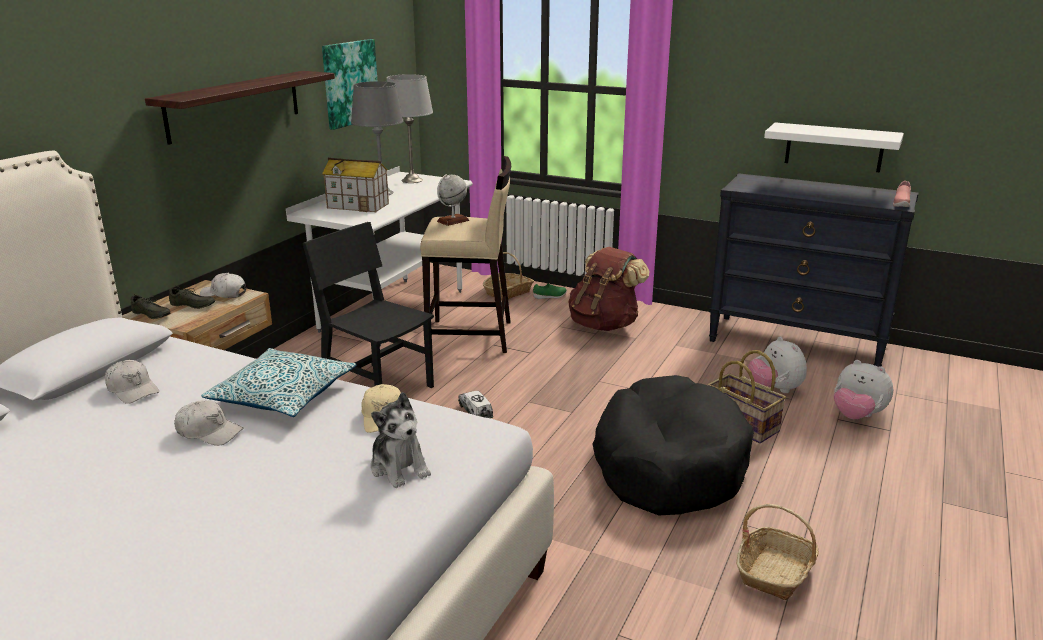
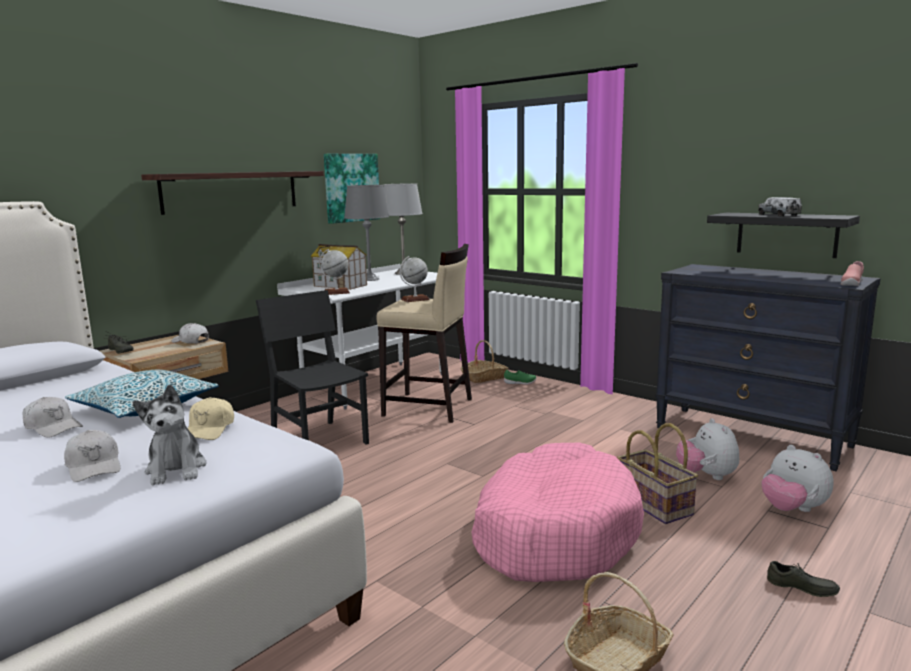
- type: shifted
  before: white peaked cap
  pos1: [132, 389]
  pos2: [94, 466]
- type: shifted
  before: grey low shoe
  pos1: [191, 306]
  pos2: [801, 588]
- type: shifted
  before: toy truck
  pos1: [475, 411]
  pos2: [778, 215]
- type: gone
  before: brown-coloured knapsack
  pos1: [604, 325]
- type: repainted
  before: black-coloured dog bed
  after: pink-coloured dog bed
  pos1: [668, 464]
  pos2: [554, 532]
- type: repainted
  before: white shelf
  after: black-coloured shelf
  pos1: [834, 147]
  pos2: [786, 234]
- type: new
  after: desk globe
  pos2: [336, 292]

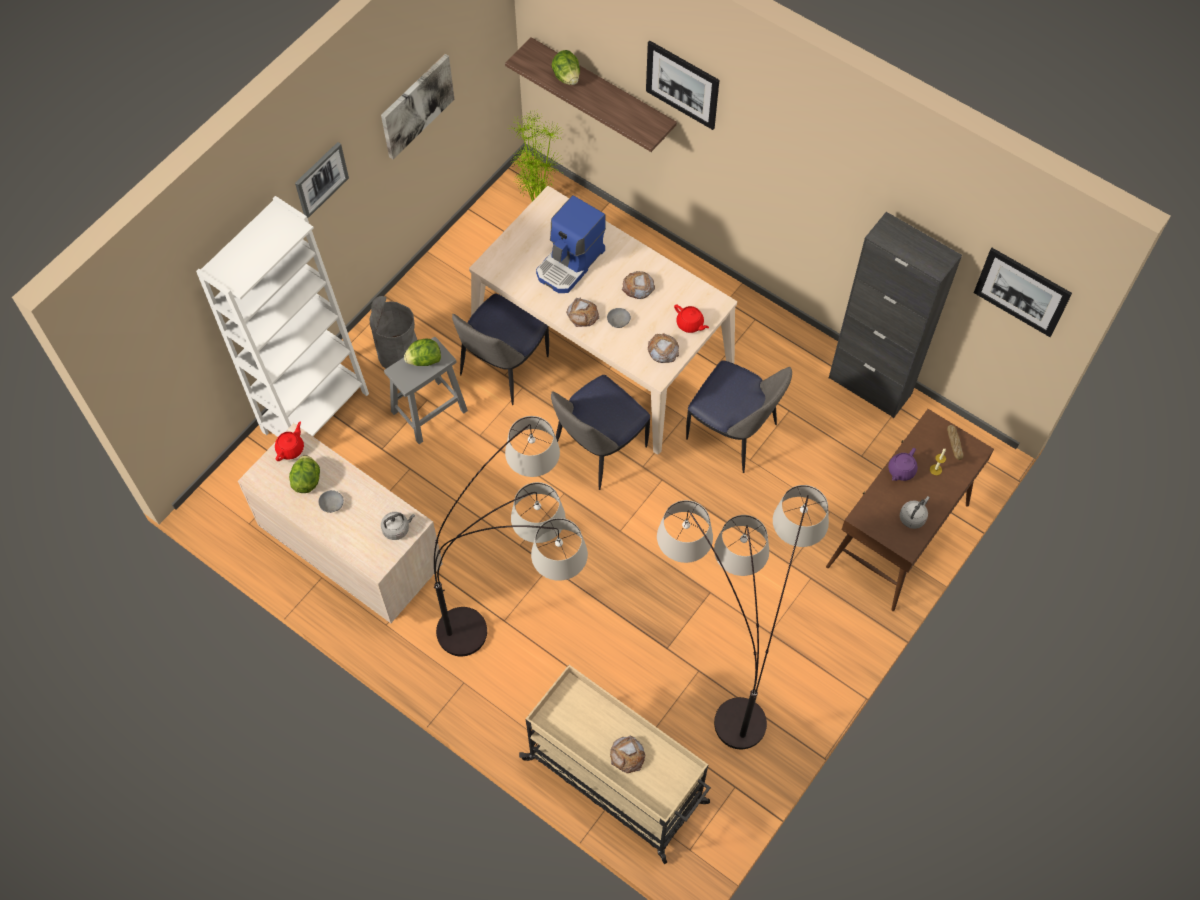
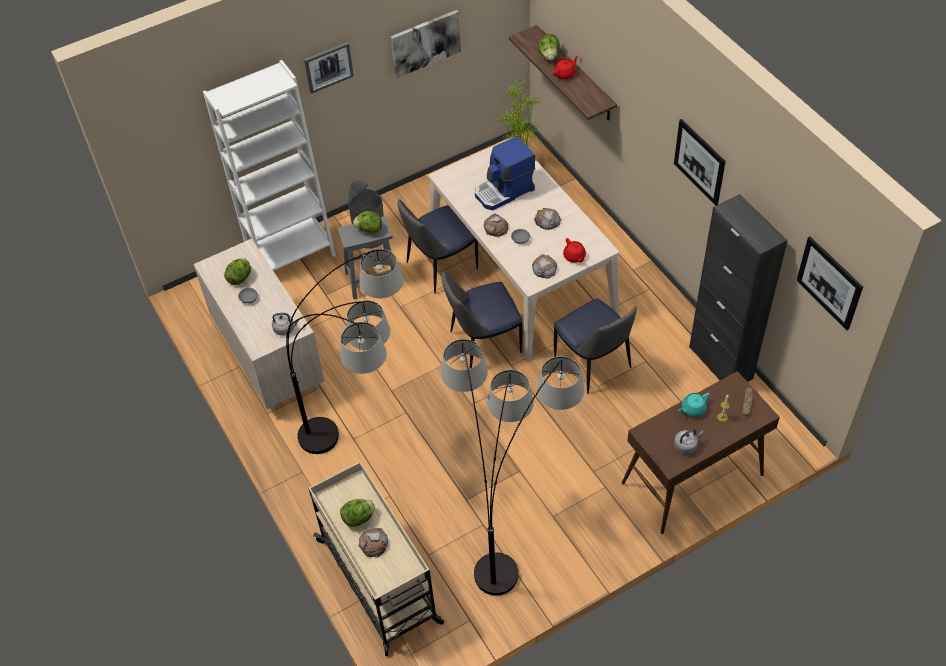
- type: shifted
  before: reddish pot for tea
  pos1: [291, 448]
  pos2: [565, 74]
- type: shifted
  before: wall art
  pos1: [682, 84]
  pos2: [699, 162]
- type: repainted
  before: purplish pot for tea
  after: turquoise pot for tea
  pos1: [901, 470]
  pos2: [692, 409]
- type: new
  after: lettuce
  pos2: [359, 518]

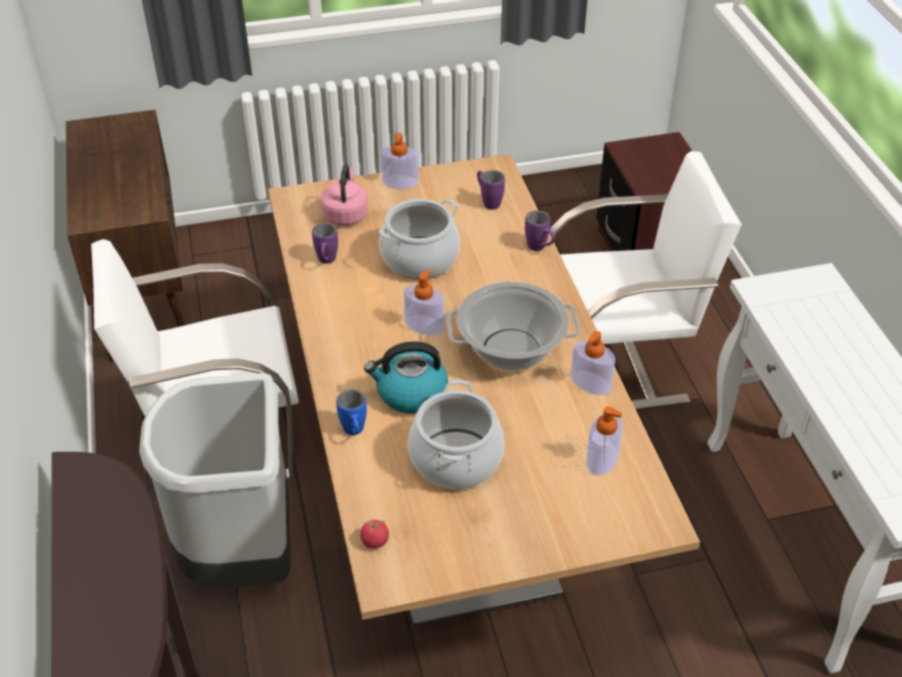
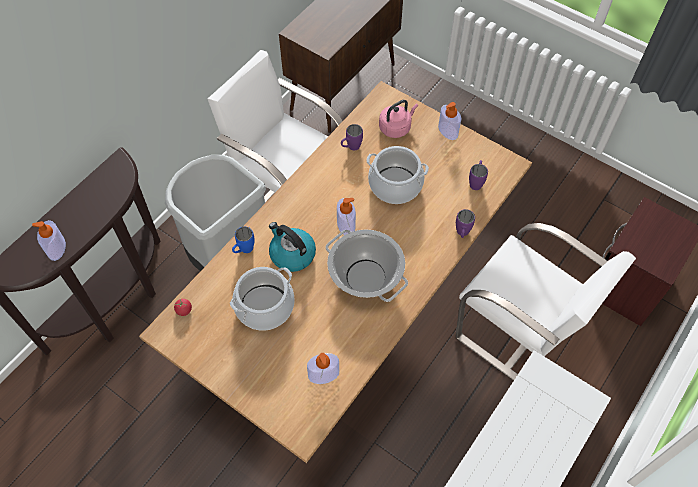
- type: shifted
  before: soap bottle
  pos1: [590, 383]
  pos2: [56, 248]

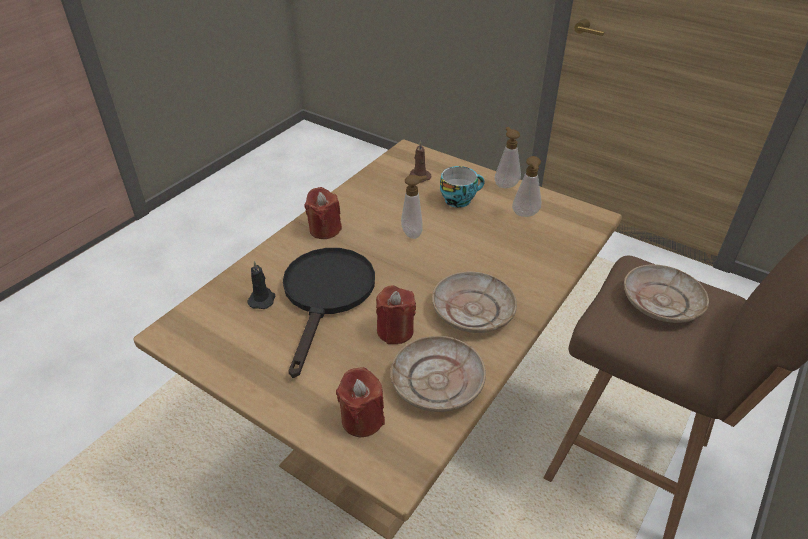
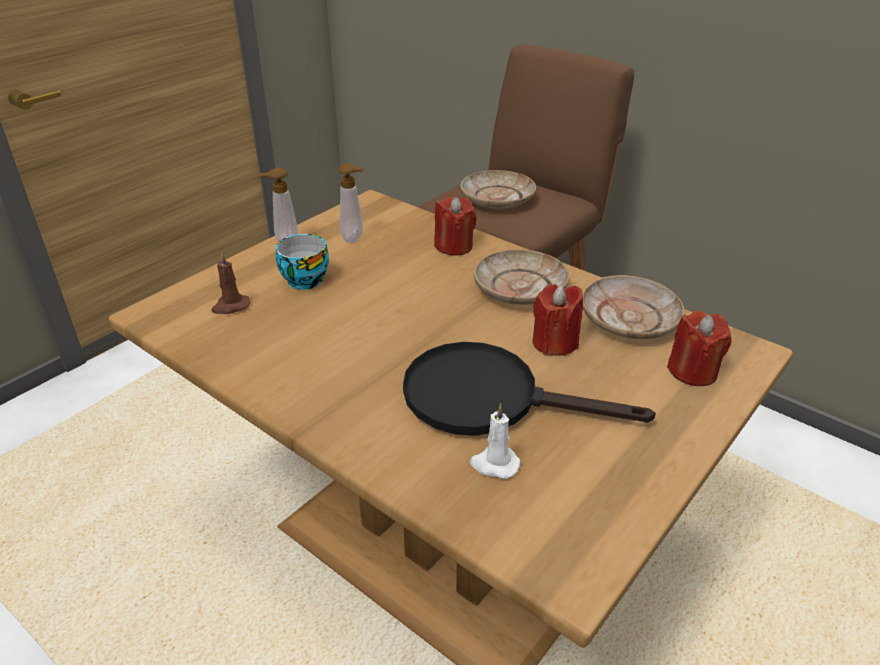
- type: repainted
  before: black-coloured wax light
  after: white wax light
  pos1: [262, 299]
  pos2: [494, 464]
- type: shifted
  before: reddish wax light
  pos1: [324, 229]
  pos2: [454, 246]
- type: gone
  before: soap bottle
  pos1: [413, 233]

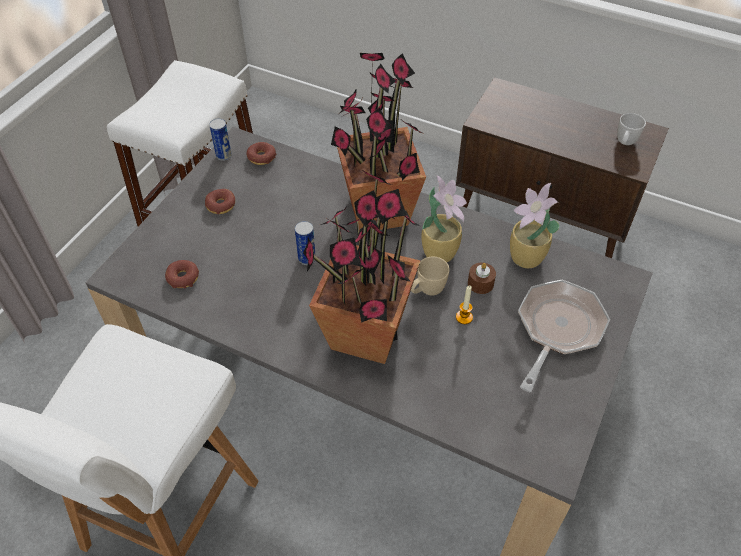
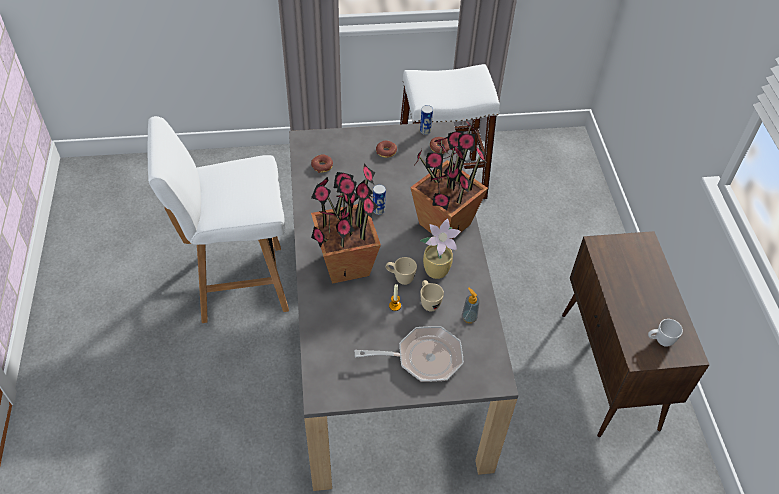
- type: swapped
  before: brown-coloured wax light
  after: beige tea mug
  pos1: [480, 283]
  pos2: [428, 302]
- type: swapped
  before: houseplant
  after: soap bottle
  pos1: [525, 259]
  pos2: [469, 317]

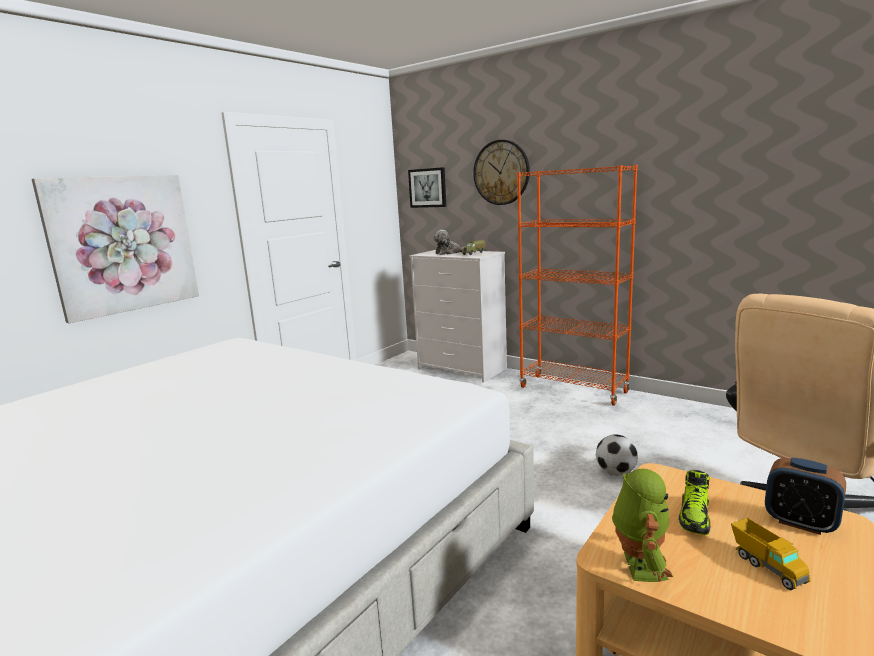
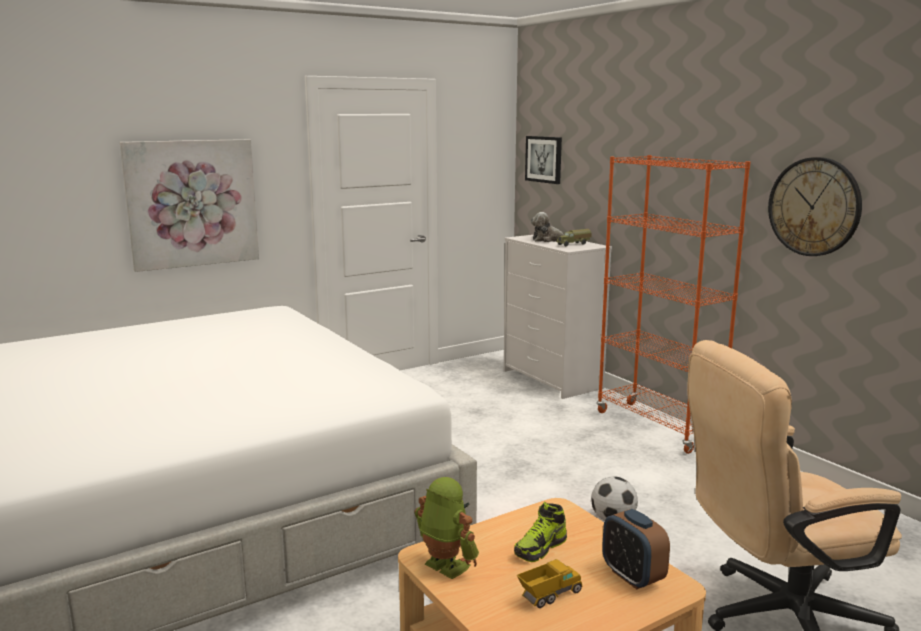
- type: shifted
  before: clock on the wall
  pos1: [501, 172]
  pos2: [814, 207]
- type: rotated
  before: model robot
  pos1: [639, 565]
  pos2: [444, 567]
  turn: -75
- type: rotated
  before: toy truck
  pos1: [767, 567]
  pos2: [549, 596]
  turn: -120

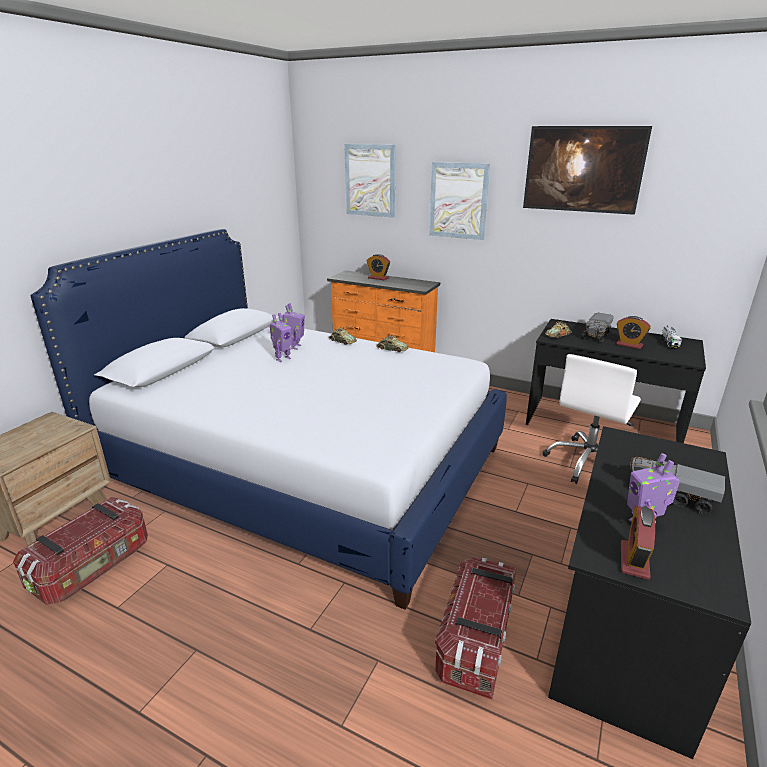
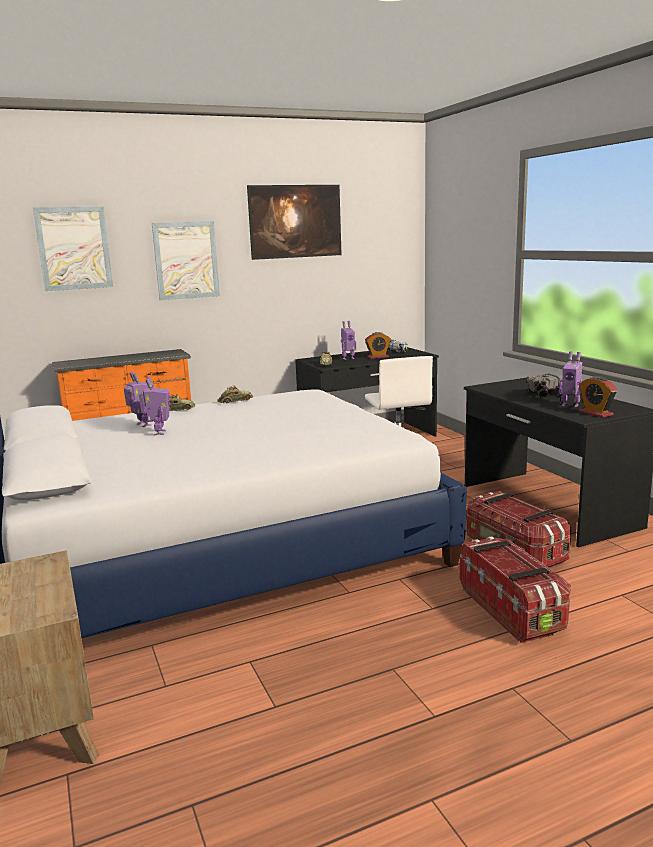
- type: shifted
  before: storage box
  pos1: [93, 567]
  pos2: [511, 609]
- type: gone
  before: alarm clock
  pos1: [378, 278]
- type: swapped
  before: toy truck
  after: model robot
  pos1: [596, 335]
  pos2: [348, 358]

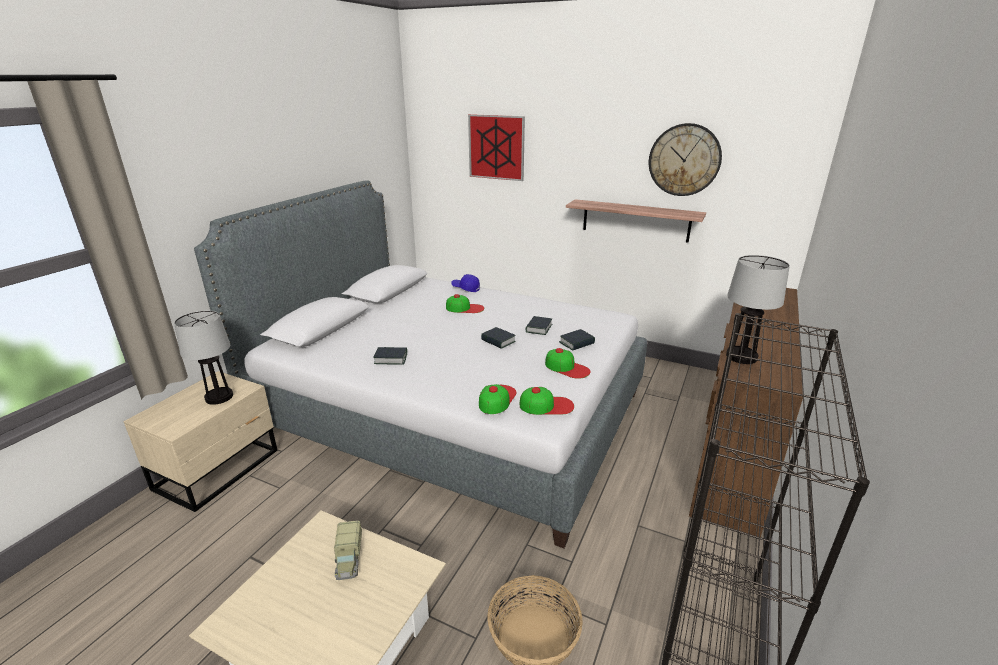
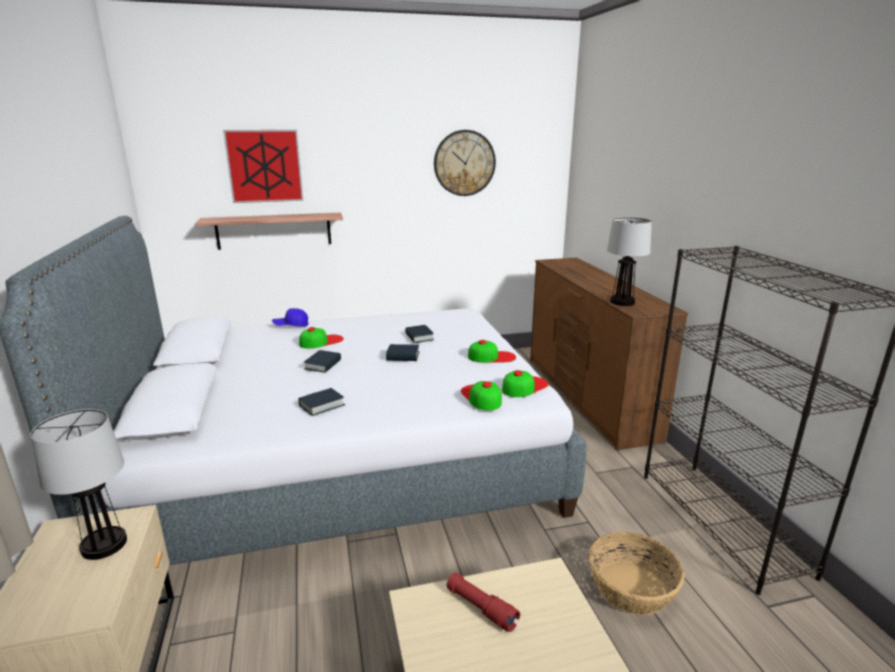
- type: swapped
  before: toy truck
  after: reddish hand torch
  pos1: [349, 558]
  pos2: [481, 608]
- type: shifted
  before: bound book
  pos1: [576, 343]
  pos2: [323, 365]
- type: shifted
  before: shelf
  pos1: [635, 220]
  pos2: [274, 230]

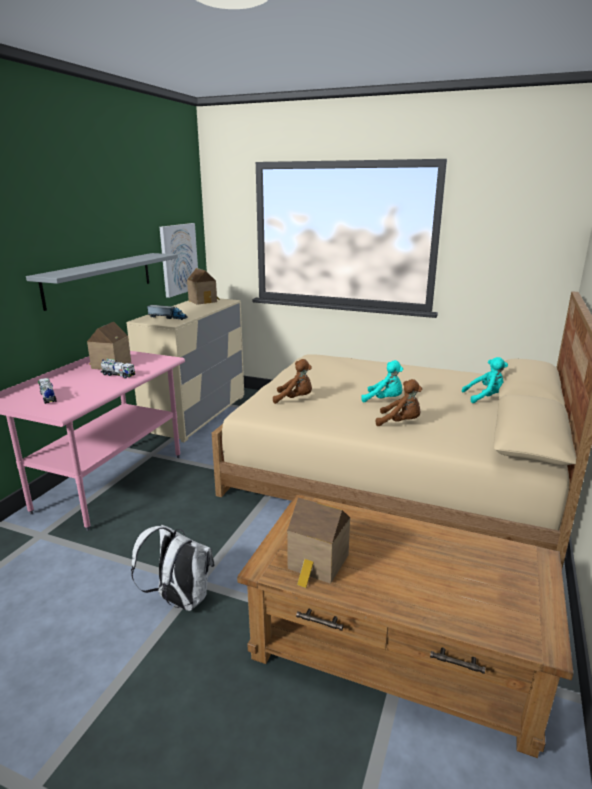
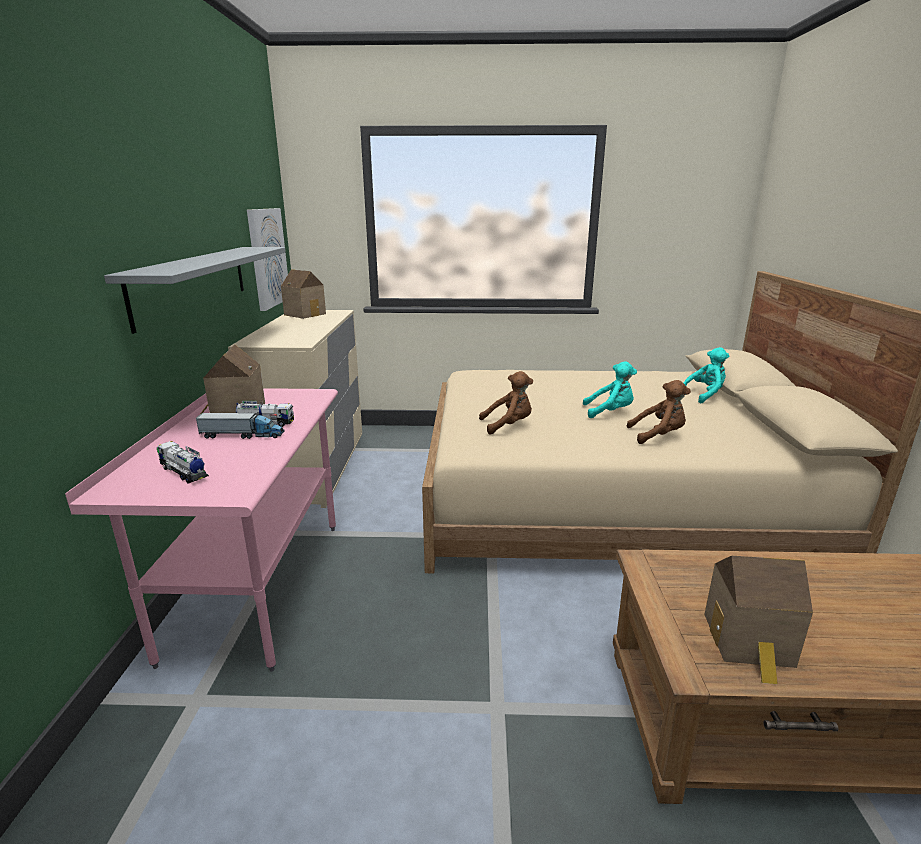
- type: gone
  before: white knapsack
  pos1: [179, 600]
- type: shifted
  before: toy truck
  pos1: [168, 317]
  pos2: [242, 435]

